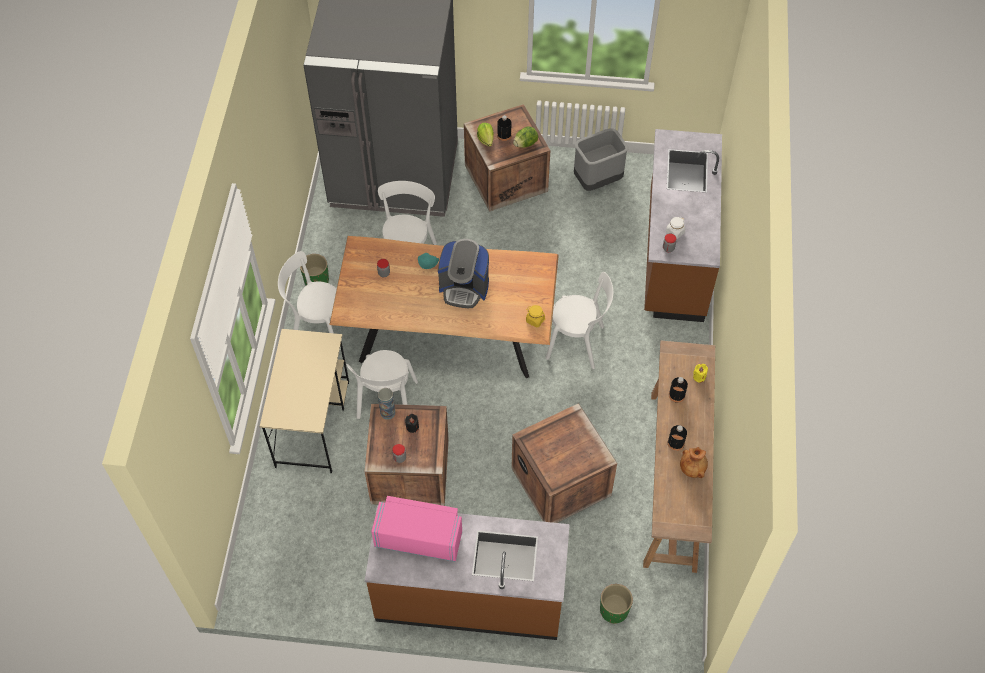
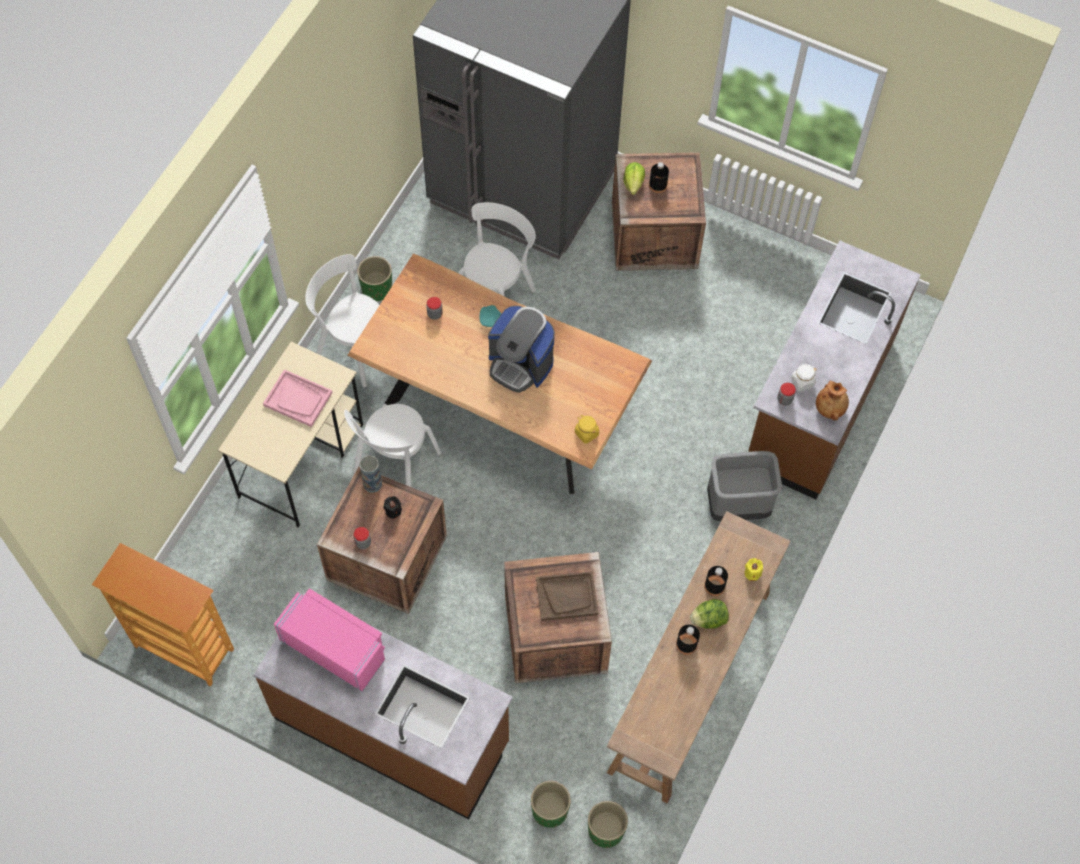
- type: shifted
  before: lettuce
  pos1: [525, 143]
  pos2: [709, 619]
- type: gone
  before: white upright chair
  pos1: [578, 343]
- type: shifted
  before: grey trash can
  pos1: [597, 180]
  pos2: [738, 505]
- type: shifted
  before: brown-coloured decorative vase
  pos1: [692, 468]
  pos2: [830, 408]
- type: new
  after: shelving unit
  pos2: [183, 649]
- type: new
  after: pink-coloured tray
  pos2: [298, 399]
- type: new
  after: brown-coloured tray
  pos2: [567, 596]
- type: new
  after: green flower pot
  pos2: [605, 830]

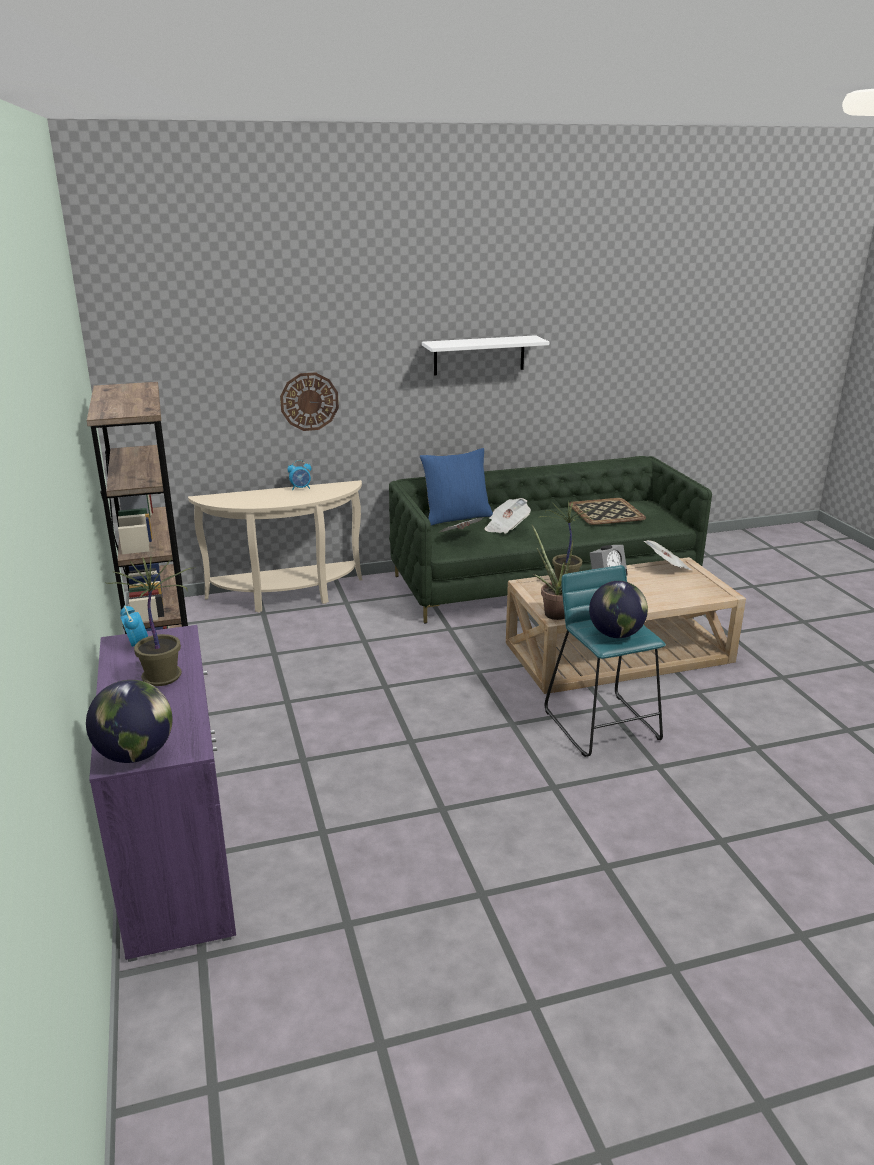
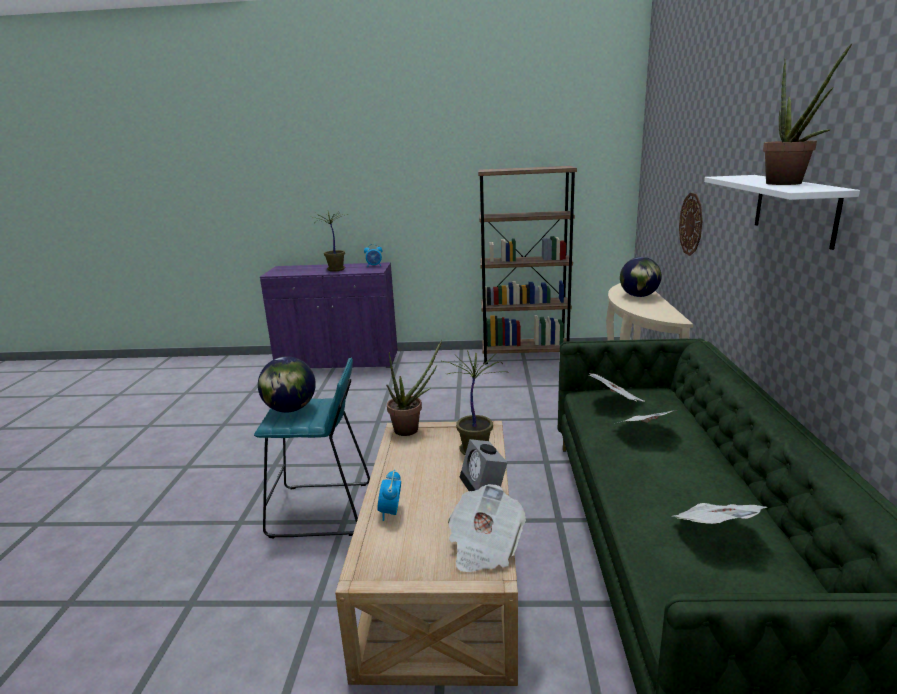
- type: shifted
  before: desk globe
  pos1: [135, 755]
  pos2: [639, 296]
- type: shifted
  before: alarm clock
  pos1: [301, 488]
  pos2: [391, 512]
- type: gone
  before: blue-coloured pillow
  pos1: [456, 517]
- type: swapped
  before: tray
  after: newspaper
  pos1: [606, 512]
  pos2: [714, 530]
- type: new
  after: houseplant
  pos2: [788, 184]

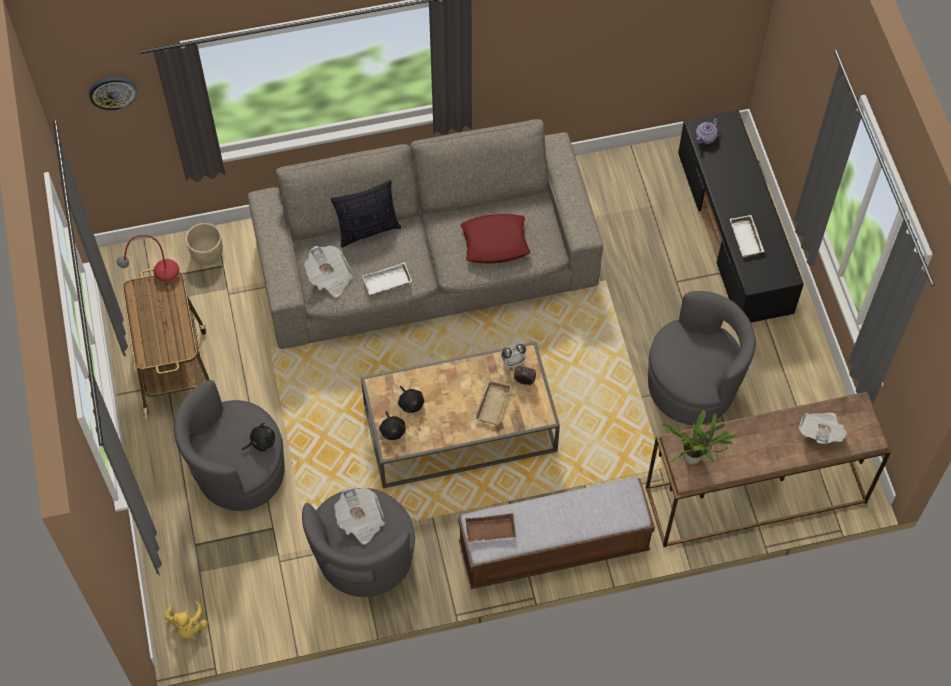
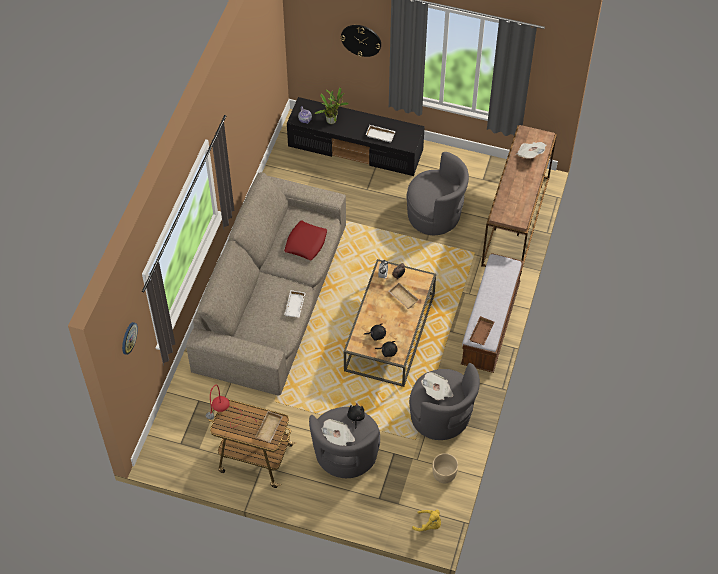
- type: shifted
  before: beige flower pot
  pos1: [207, 254]
  pos2: [444, 474]
- type: shifted
  before: newspaper
  pos1: [329, 277]
  pos2: [338, 437]
- type: gone
  before: pillow
  pos1: [368, 230]
- type: rotated
  before: grey easy chair
  pos1: [693, 386]
  pos2: [435, 215]
  turn: 90
- type: shifted
  before: houseplant
  pos1: [695, 458]
  pos2: [332, 120]
- type: new
  after: beige tray
  pos2: [269, 429]
- type: new
  after: clock on the wall
  pos2: [361, 40]

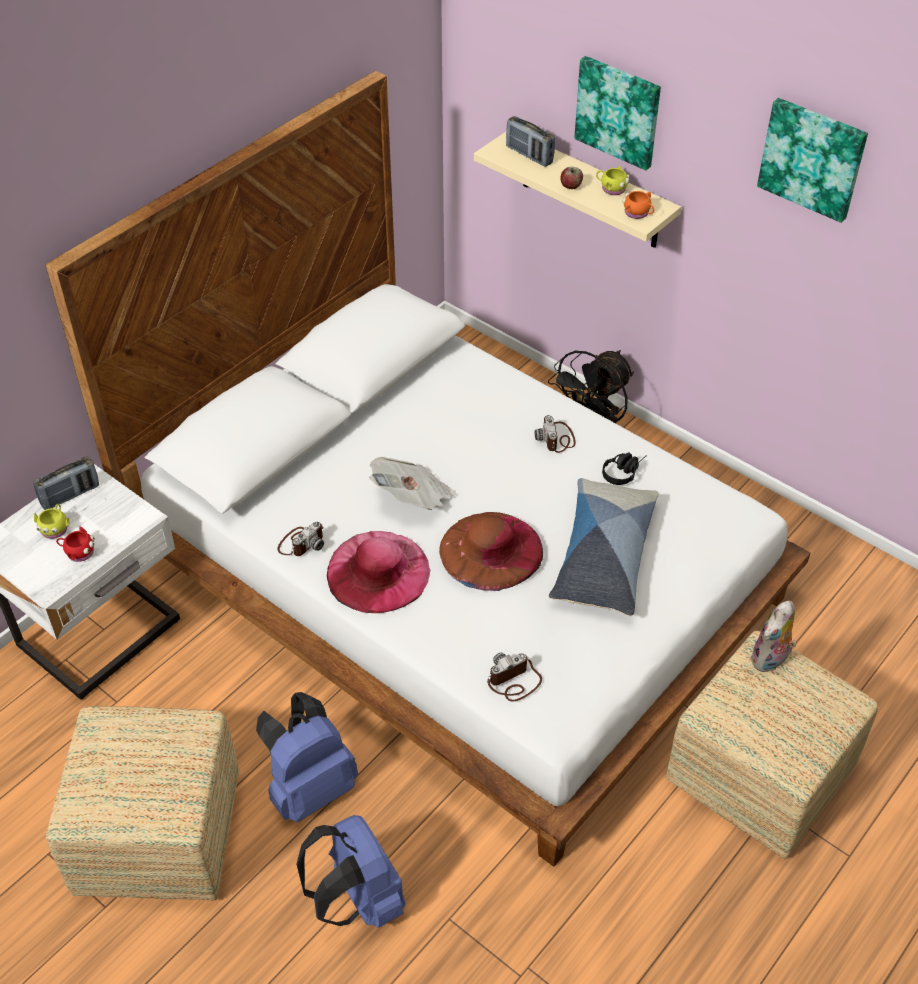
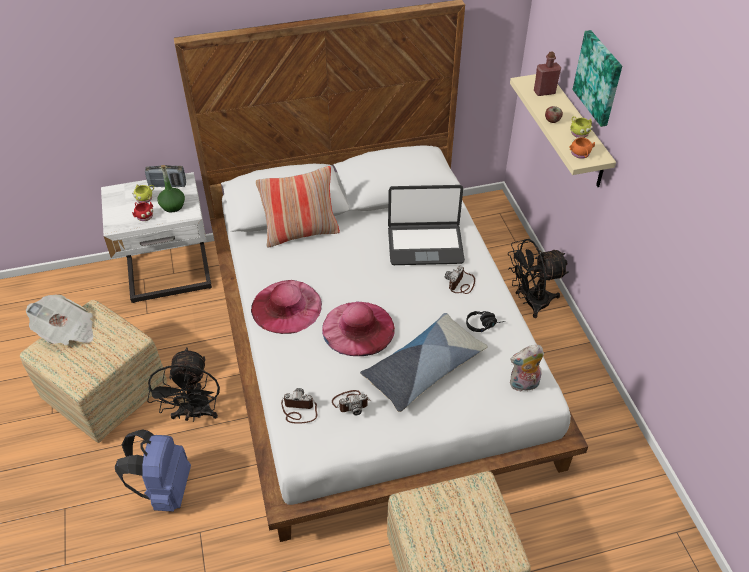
- type: swapped
  before: blue-coloured knapsack
  after: black-coloured cooling fan
  pos1: [309, 788]
  pos2: [194, 414]
- type: shifted
  before: still camera
  pos1: [301, 543]
  pos2: [351, 403]
- type: shifted
  before: newspaper
  pos1: [413, 498]
  pos2: [67, 331]
- type: repainted
  before: brown-coloured hat
  after: pink-coloured hat
  pos1: [491, 550]
  pos2: [358, 328]
- type: swapped
  before: radio receiver
  after: reddish bottle
  pos1: [529, 155]
  pos2: [544, 92]
- type: shifted
  before: plush toy
  pos1: [770, 660]
  pos2: [523, 385]
- type: gone
  before: wall art
  pos1: [813, 158]
- type: new
  after: green bottle
  pos2: [173, 206]
- type: new
  after: pillow
  pos2: [301, 233]
- type: new
  after: laptop
  pos2: [425, 245]

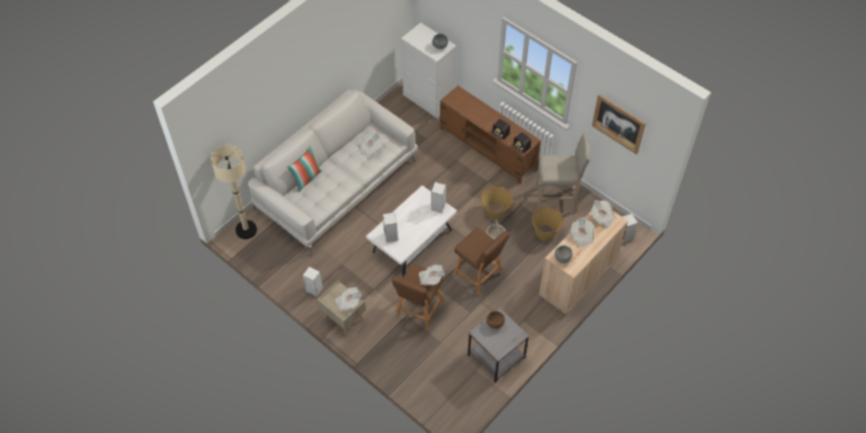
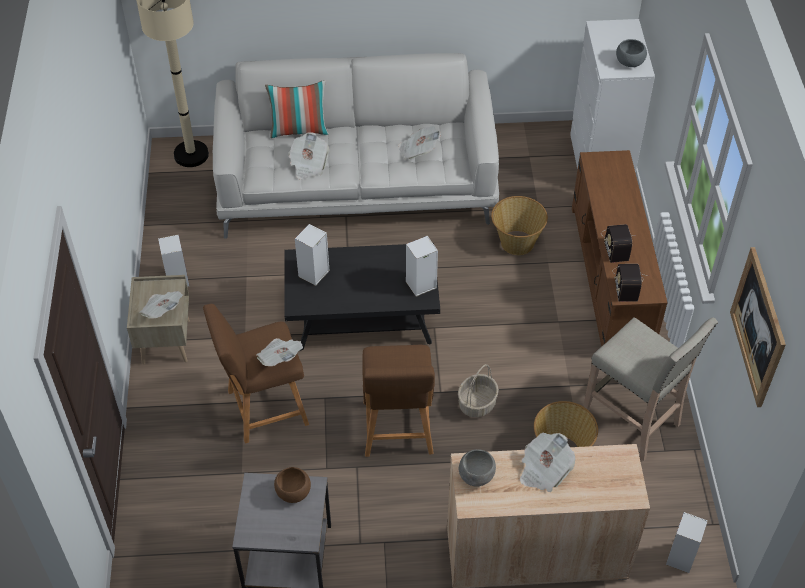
- type: repainted
  before: white low table
  after: black-coloured low table
  pos1: [412, 241]
  pos2: [363, 318]
- type: shifted
  before: storage basket
  pos1: [495, 211]
  pos2: [516, 242]
- type: shifted
  before: newspaper
  pos1: [602, 218]
  pos2: [308, 165]

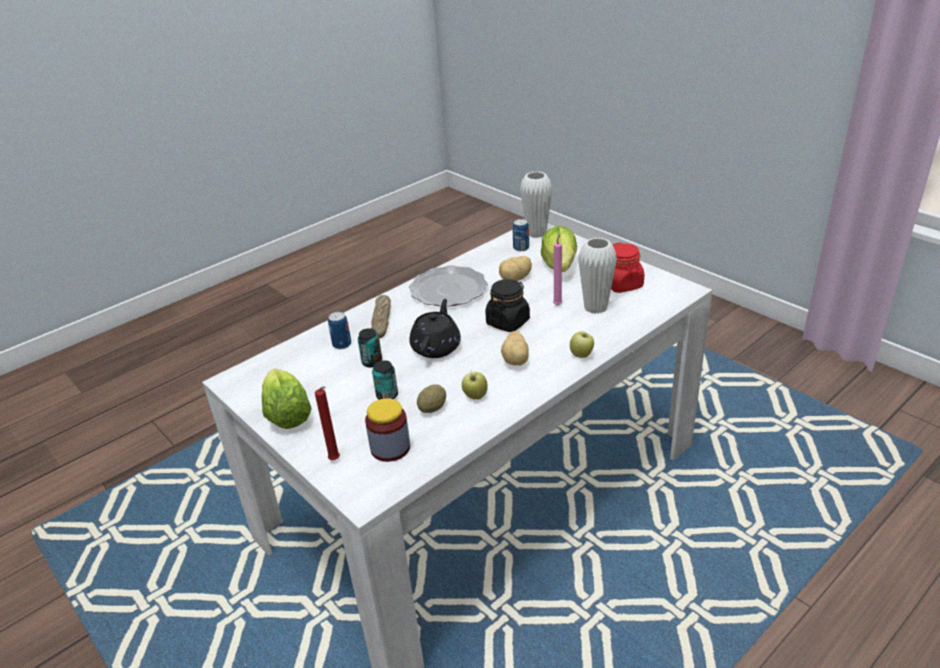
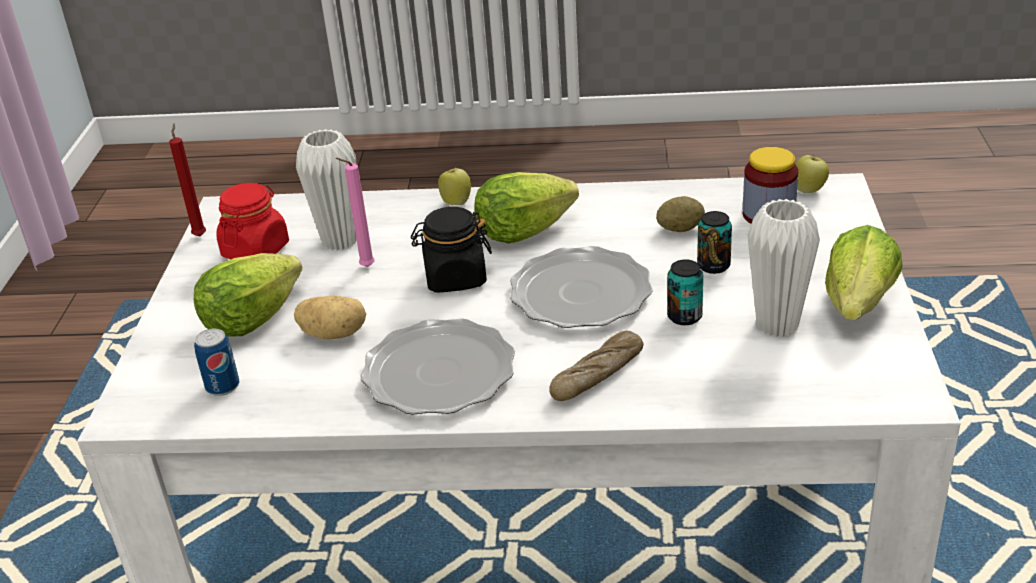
- type: shifted
  before: reddish wax light
  pos1: [336, 460]
  pos2: [200, 235]
- type: gone
  before: metal can
  pos1: [342, 344]
- type: swapped
  before: black-coloured pot for tea
  after: plate
  pos1: [436, 347]
  pos2: [581, 293]
- type: shifted
  before: whole apple
  pos1: [475, 396]
  pos2: [809, 190]
- type: swapped
  before: spud
  after: lettuce
  pos1: [516, 360]
  pos2: [523, 231]
- type: shifted
  before: white decorative vase
  pos1: [536, 233]
  pos2: [777, 325]

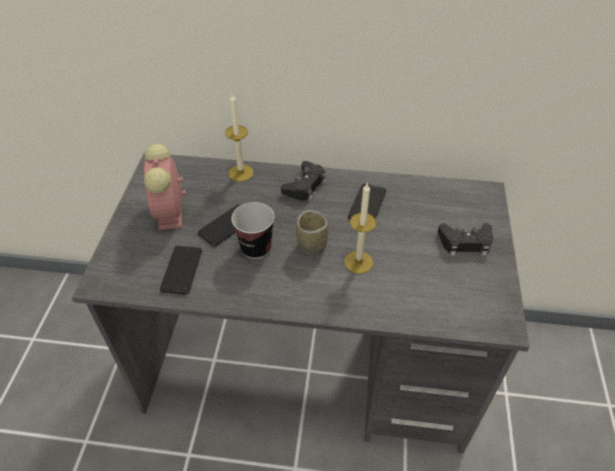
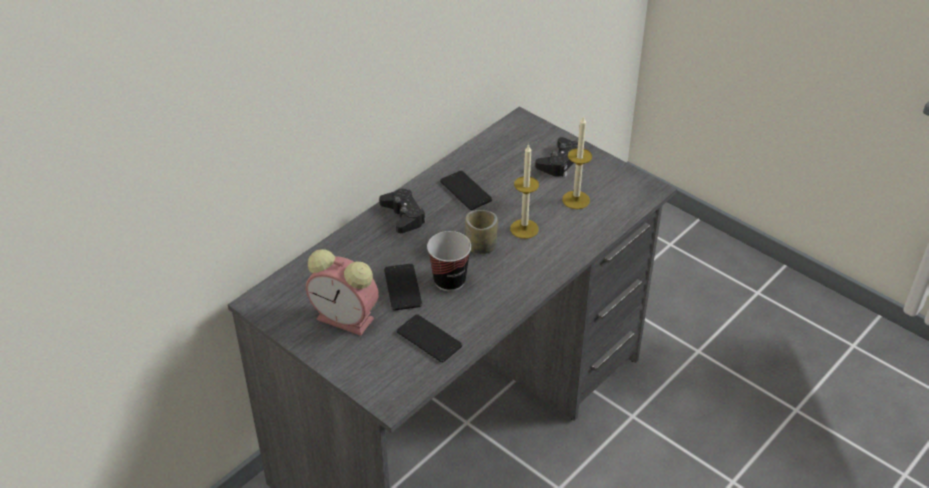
- type: shifted
  before: wax light
  pos1: [241, 173]
  pos2: [576, 200]

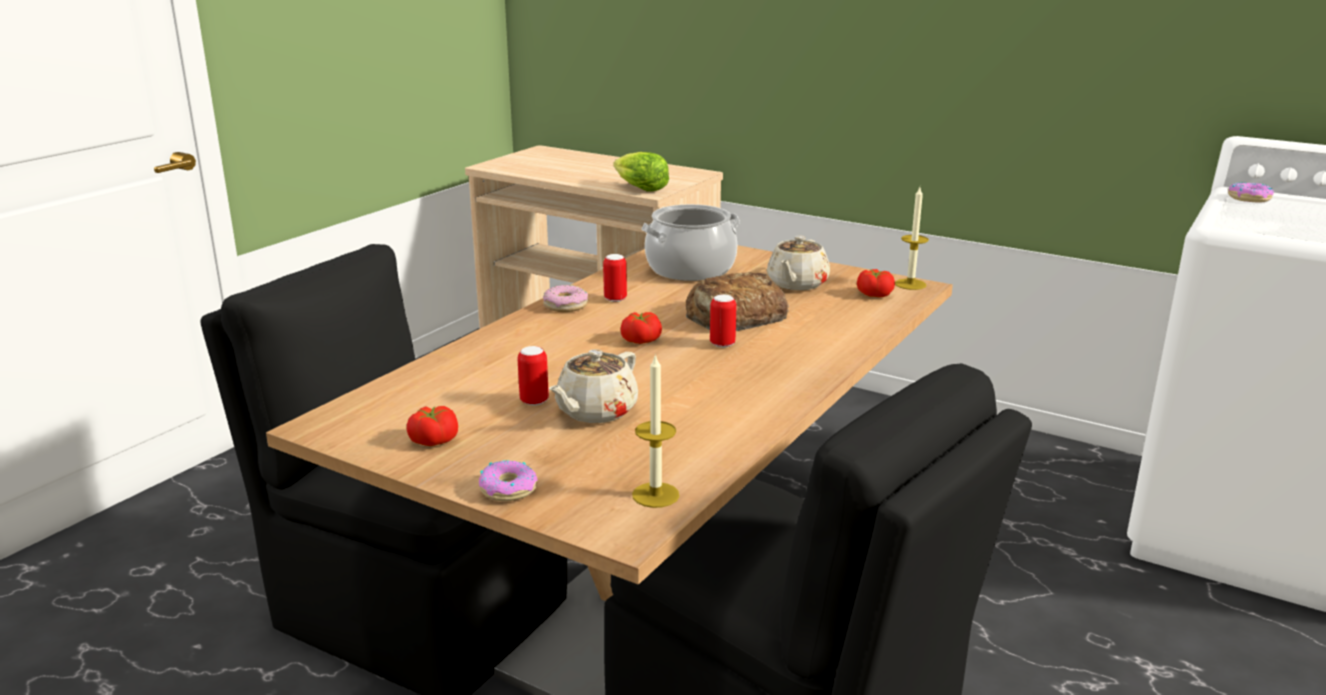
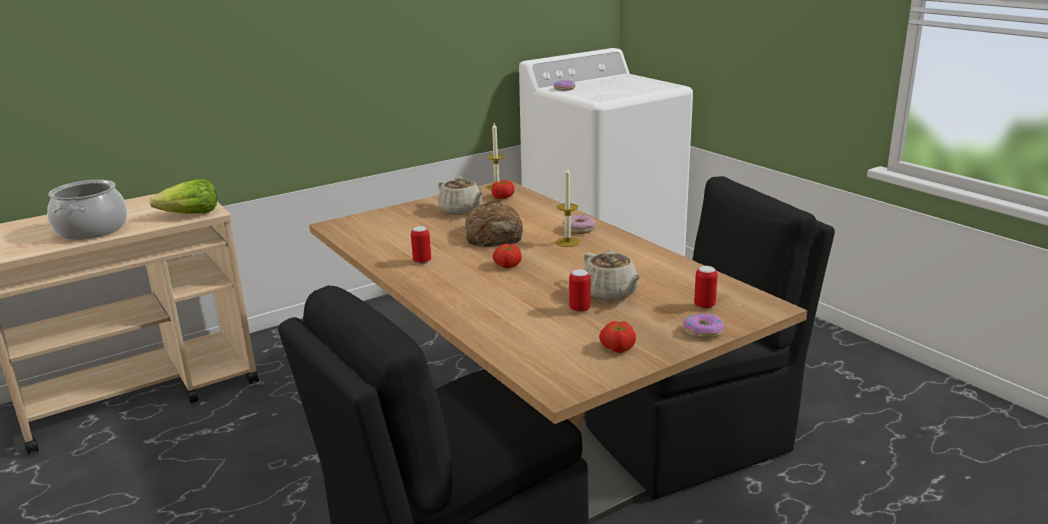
- type: shifted
  before: ring doughnut
  pos1: [565, 306]
  pos2: [579, 229]
- type: shifted
  before: wax light
  pos1: [655, 495]
  pos2: [567, 242]
- type: shifted
  before: saucepot
  pos1: [690, 269]
  pos2: [91, 230]
- type: shifted
  before: metal can
  pos1: [722, 344]
  pos2: [704, 306]

